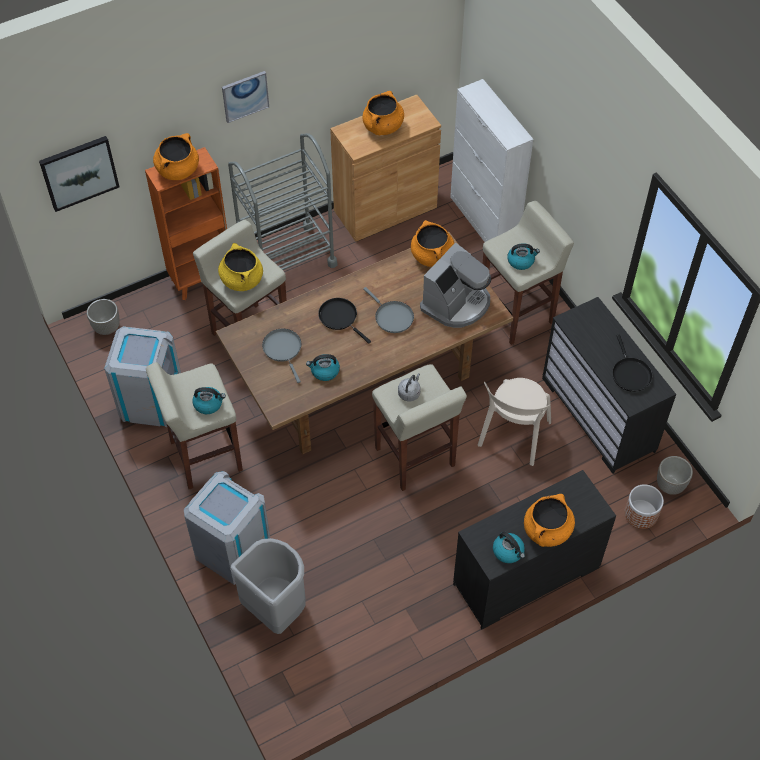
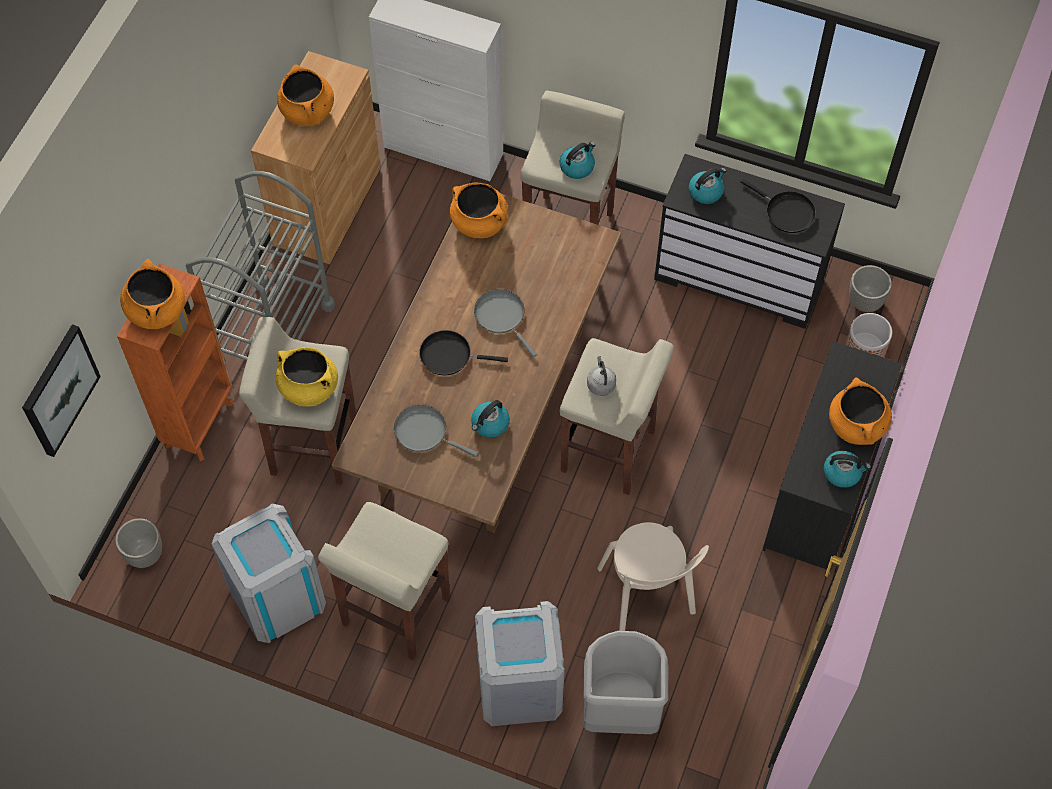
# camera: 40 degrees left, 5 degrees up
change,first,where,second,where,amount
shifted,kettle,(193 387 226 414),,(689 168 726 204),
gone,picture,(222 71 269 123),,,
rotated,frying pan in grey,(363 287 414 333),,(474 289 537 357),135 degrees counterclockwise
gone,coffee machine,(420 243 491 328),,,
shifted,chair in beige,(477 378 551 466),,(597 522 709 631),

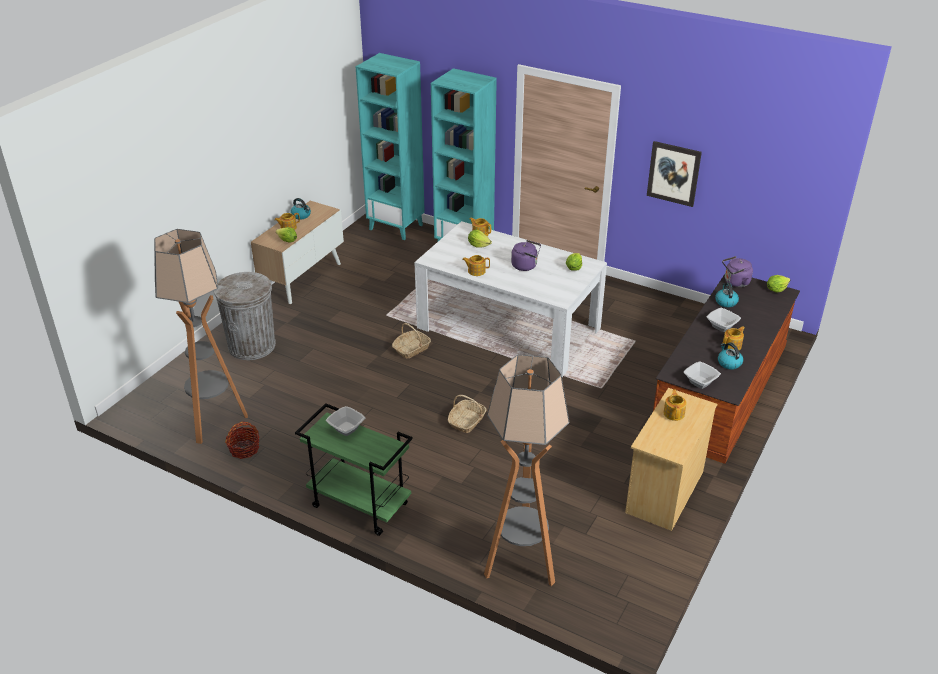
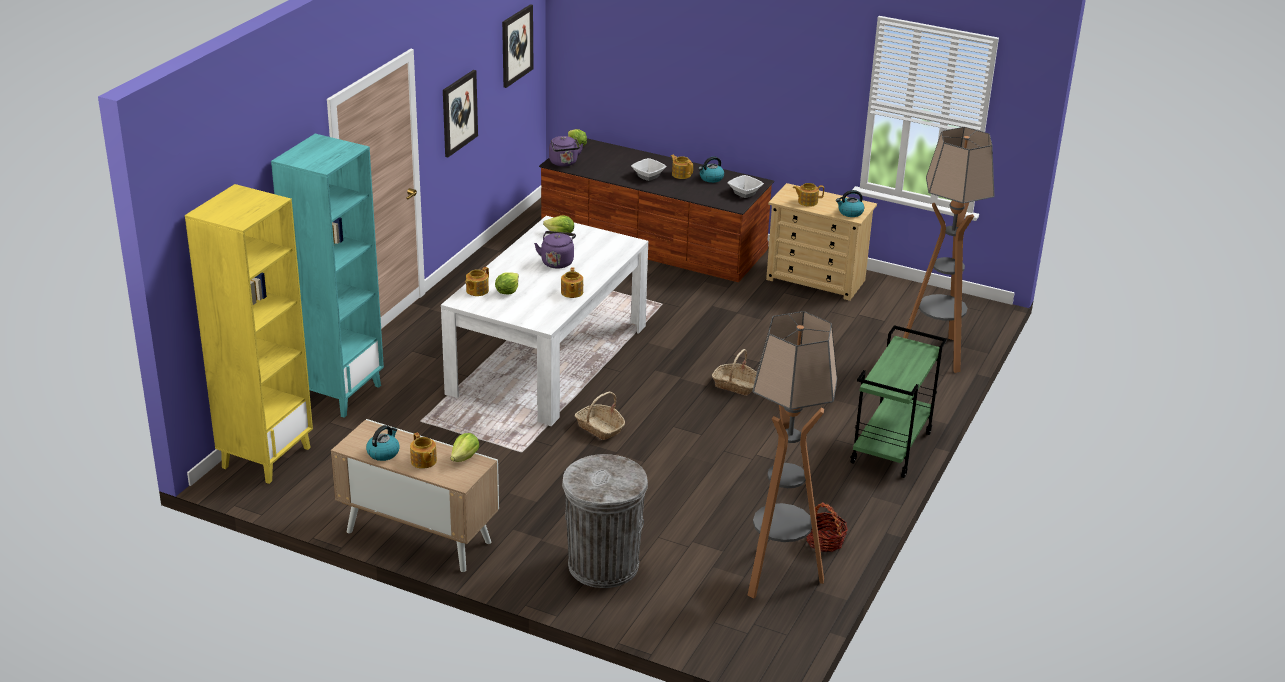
# camera: 95 degrees left, 5 degrees down
change,first,where,second,where,amount
gone,bowl,(326 406 365 436),,,
repainted,bookcase in turquoise,(356 53 425 240),bookcase in yellow,(185 184 313 484),
shifted,kettle,(715 282 739 307),,(836 190 864 217),
new,,,picture,(502 4 534 88),

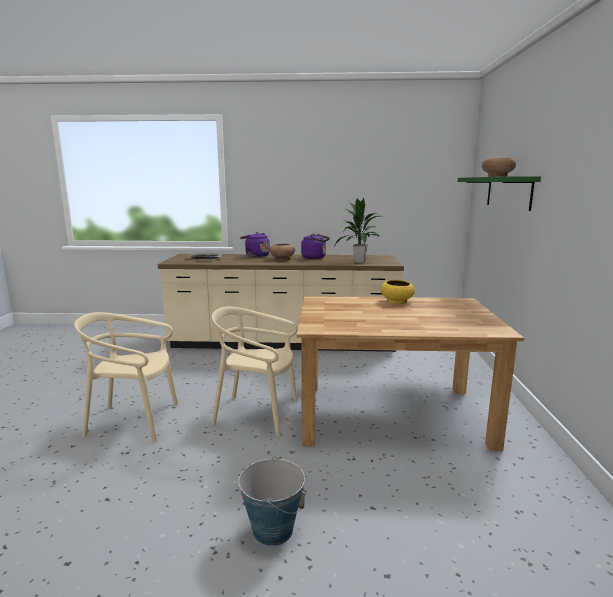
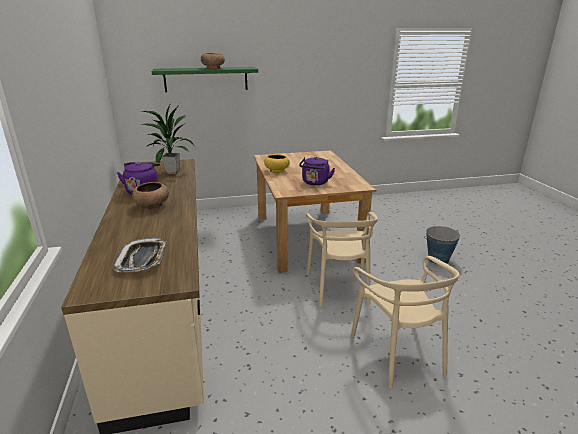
# camera: 105 degrees left, 10 degrees up
change,first,where,second,where,amount
shifted,kettle in purple,(240 232 270 257),,(299 157 335 185),

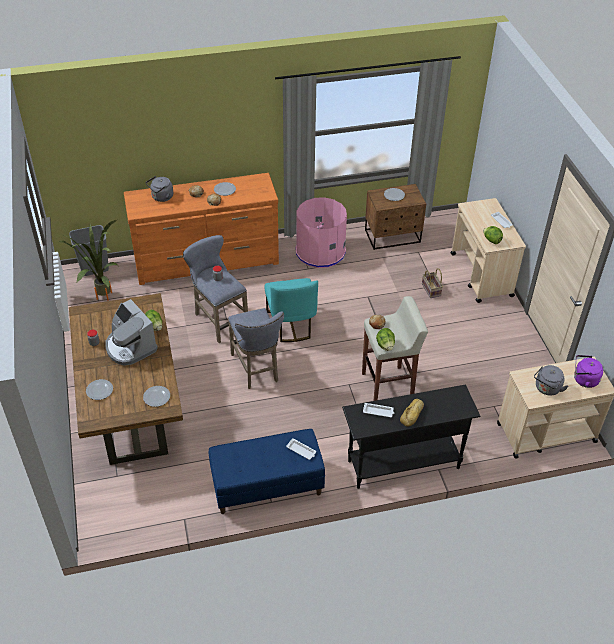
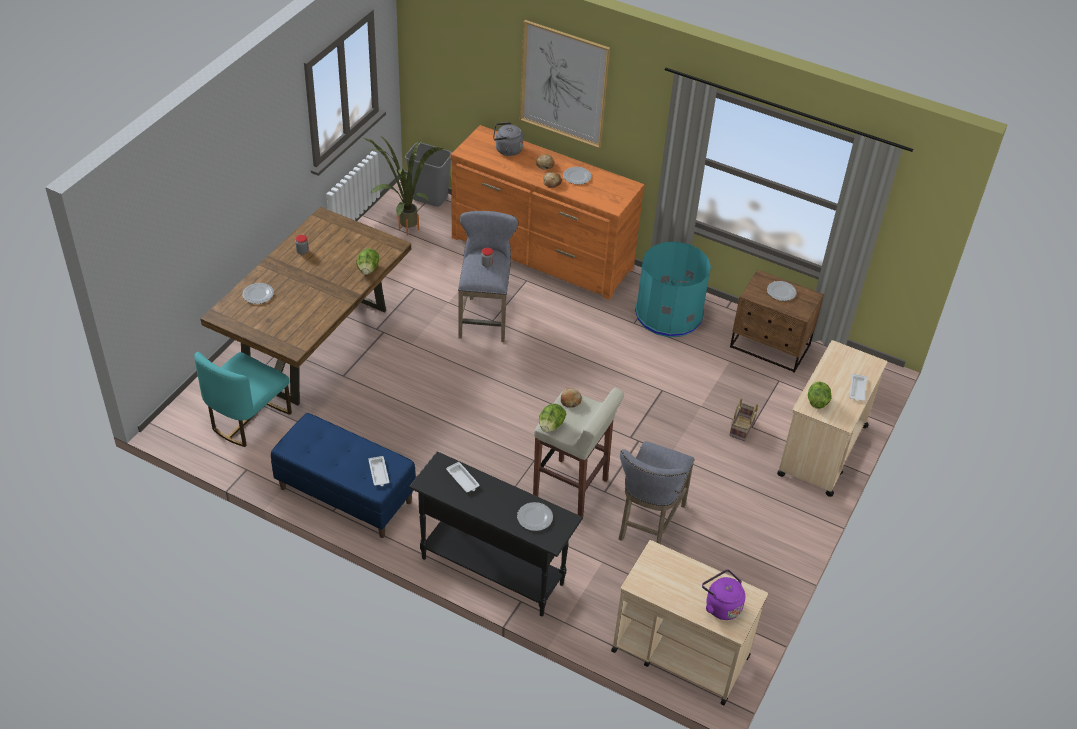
# camera: 40 degrees right, 0 degrees up
change,first,where,second,where,amount
gone,coffee machine,(105 299 158 366),,,
shifted,plate,(143 386 170 407),,(517 502 553 531),
shifted,stool in grey,(228 308 284 389),,(618 441 695 544),
shifted,chair in turquoise,(264 278 318 342),,(194 352 292 447),
repainted,trash can in pink,(295 197 347 268),trash can in turquoise,(635 242 711 337),
gone,bread,(400 399 424 427),,,
gone,kettle in grey,(534 365 568 396),,,
new,,,picture,(520 20 610 149),

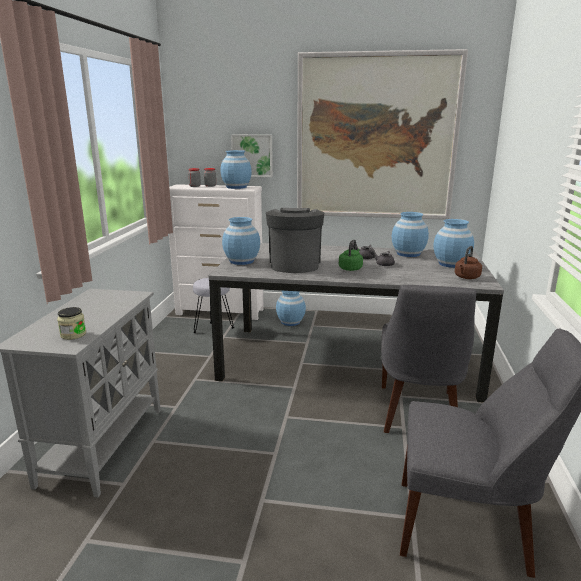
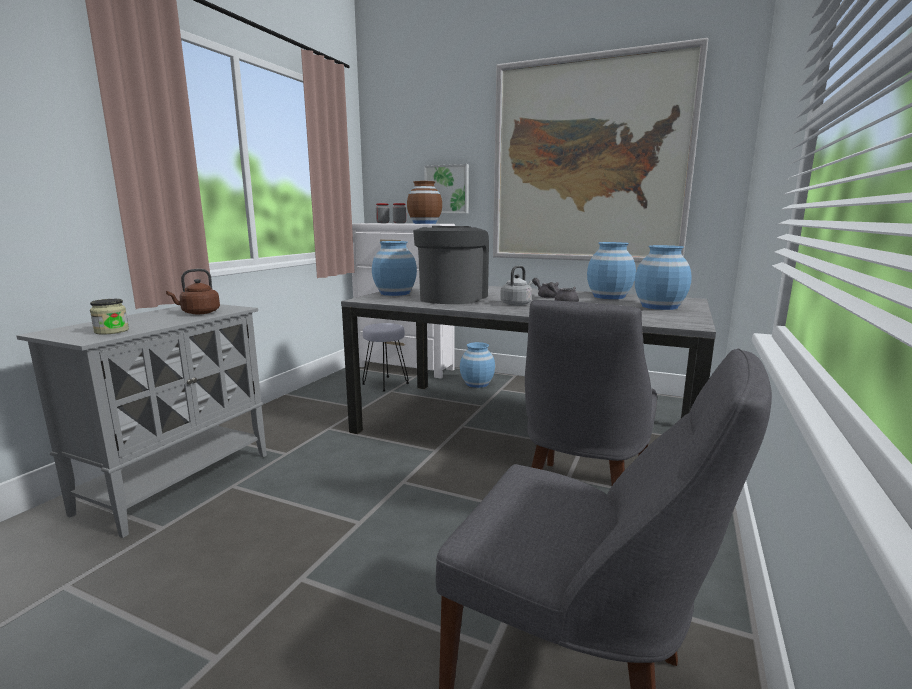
# camera: 15 degrees right, 5 degrees down
change,first,where,second,where,amount
repainted,vase in blue,(221 150 252 189),vase in brown,(407 181 442 224),
repainted,kettle in green,(339 240 363 271),kettle in grey,(500 266 533 306),
shifted,kettle in brown,(455 246 482 279),,(166 269 220 314),

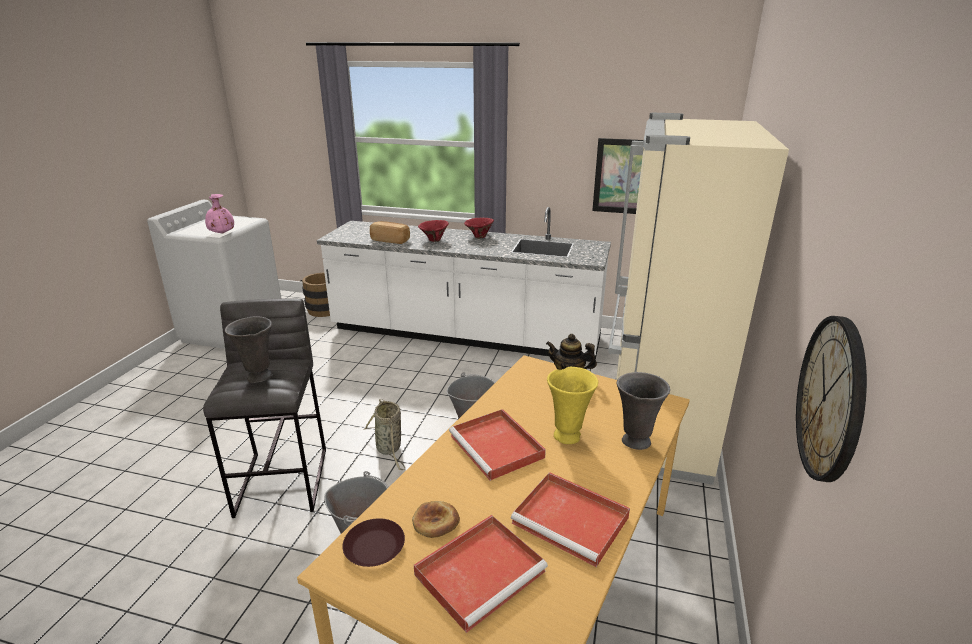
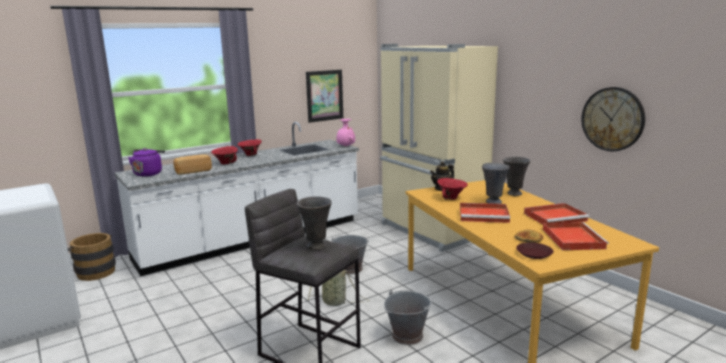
# camera: 50 degrees left, 10 degrees down
change,first,where,second,where,amount
shifted,vase in pink,(205 194 234 233),,(336 119 355 146),
repainted,vase in yellow,(547 367 598 444),vase in grey,(482 163 510 204),
new,,,kettle in purple,(128 148 165 177),
new,,,bowl in red,(437 178 468 200),

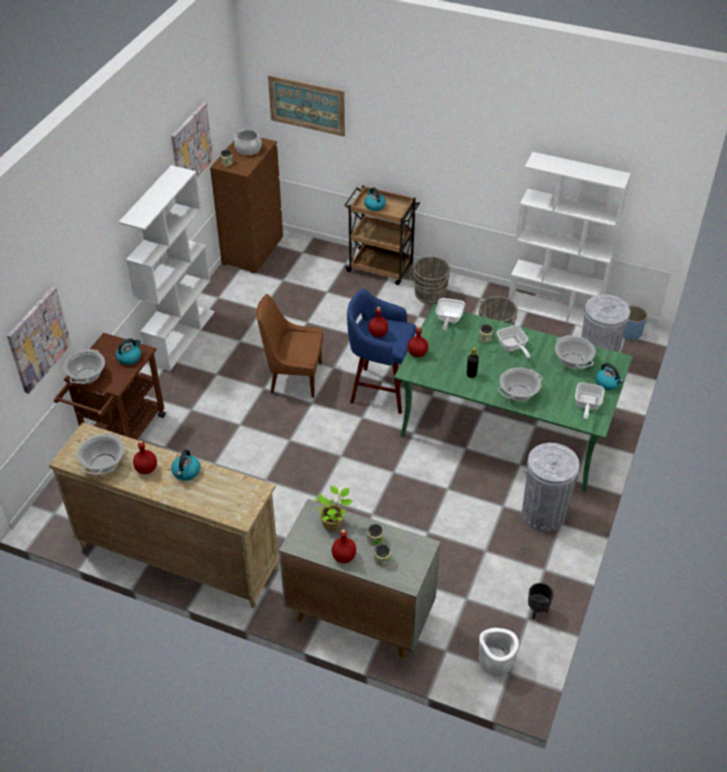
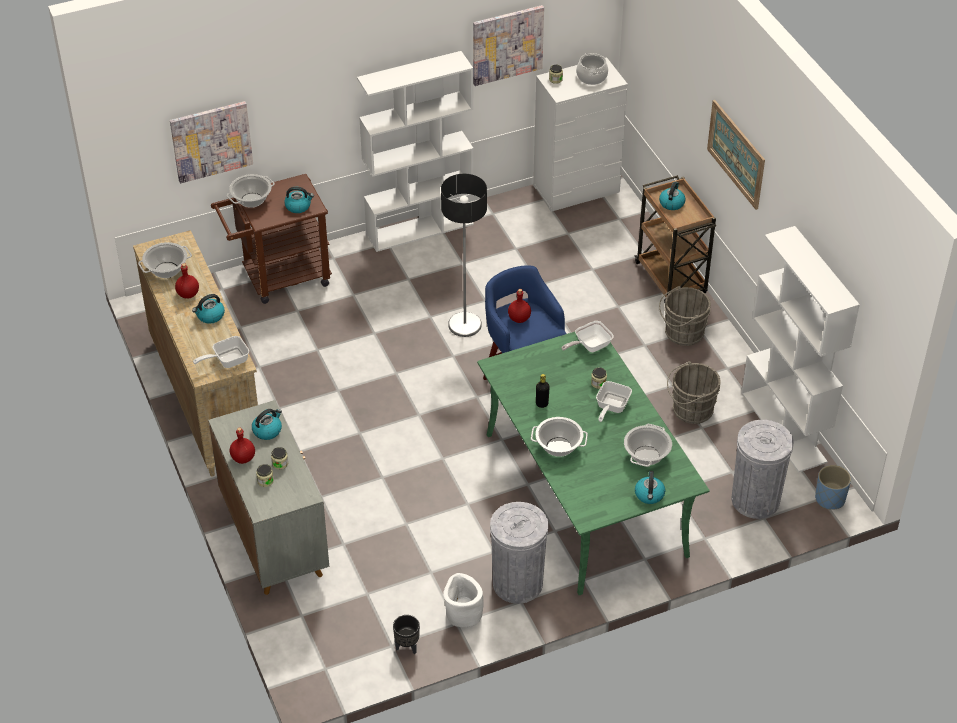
# camera: 45 degrees right, 0 degrees up
change,first,where,second,where,amount
repainted,dresser in brown,(210 138 283 274),dresser in white,(533 57 628 212),
swapped,chair in brown,(256 294 323 398),floor lamp,(441 174 487 337),
shifted,picture,(268 75 345 136),,(707 100 765 210),
swapped,potted plant,(315 486 353 531),kettle,(252 409 282 440),
gone,bottle in red,(407 326 428 357),,,
shifted,planter in white,(479 628 519 677),,(443 573 484 627),
shifted,frying pan,(575 382 605 419),,(193 336 249 368),

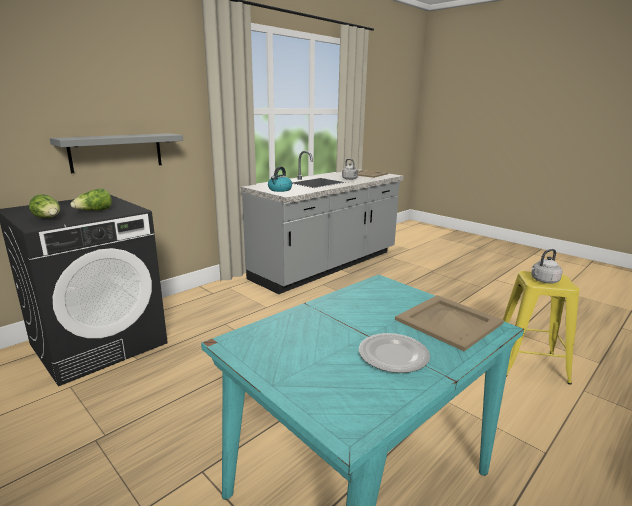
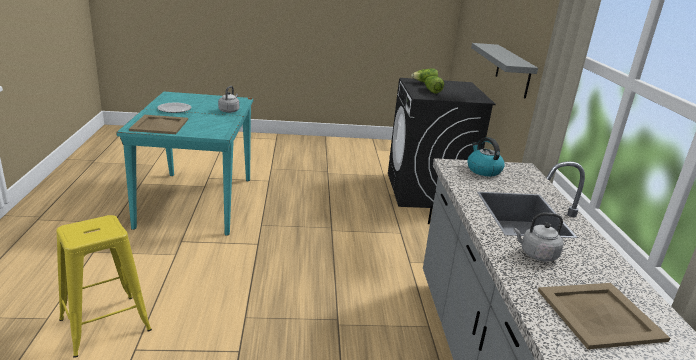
# camera: 130 degrees right, 5 degrees up
change,first,where,second,where,amount
shifted,kettle in grey,(531 249 563 283),,(218 86 239 113),

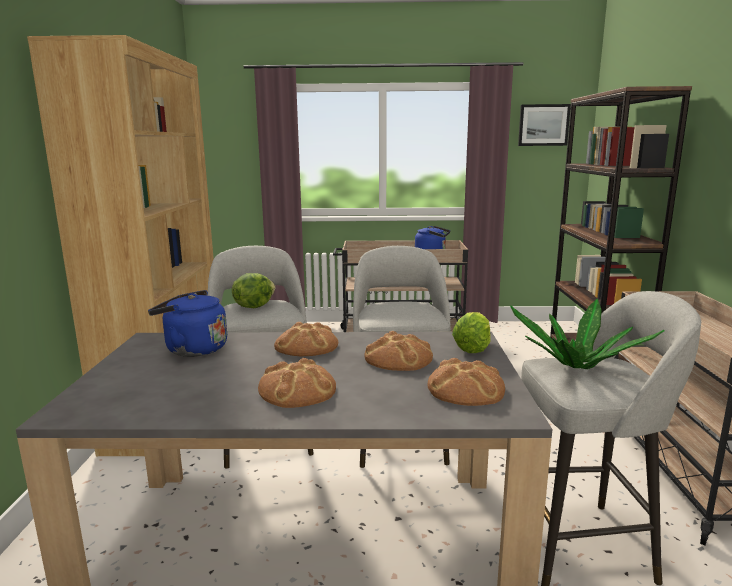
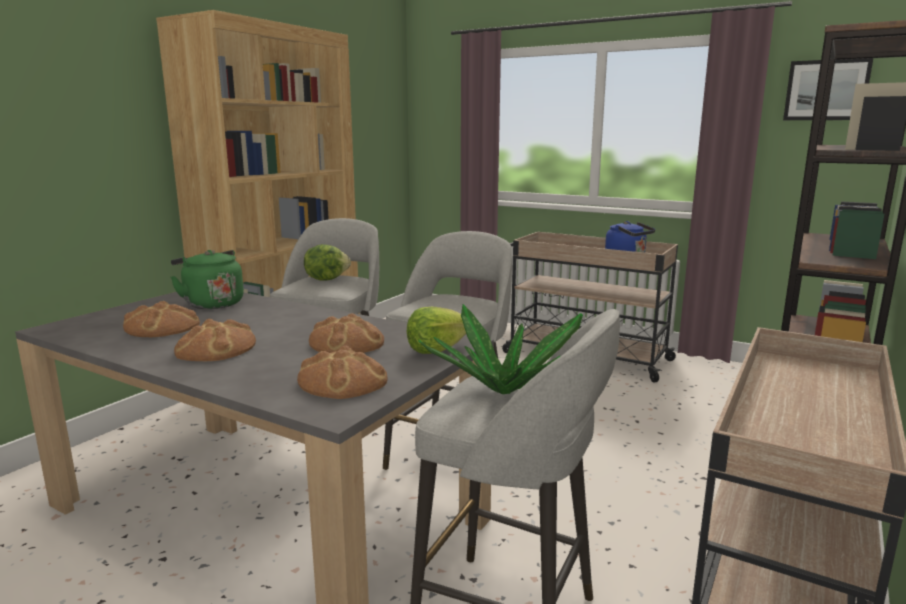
# camera: 30 degrees right, 0 degrees up
change,first,where,second,where,amount
repainted,kettle in blue,(148 290 227 357),kettle in green,(170 250 244 309),
shifted,bread,(274 322 338 356),,(123 301 200 337),

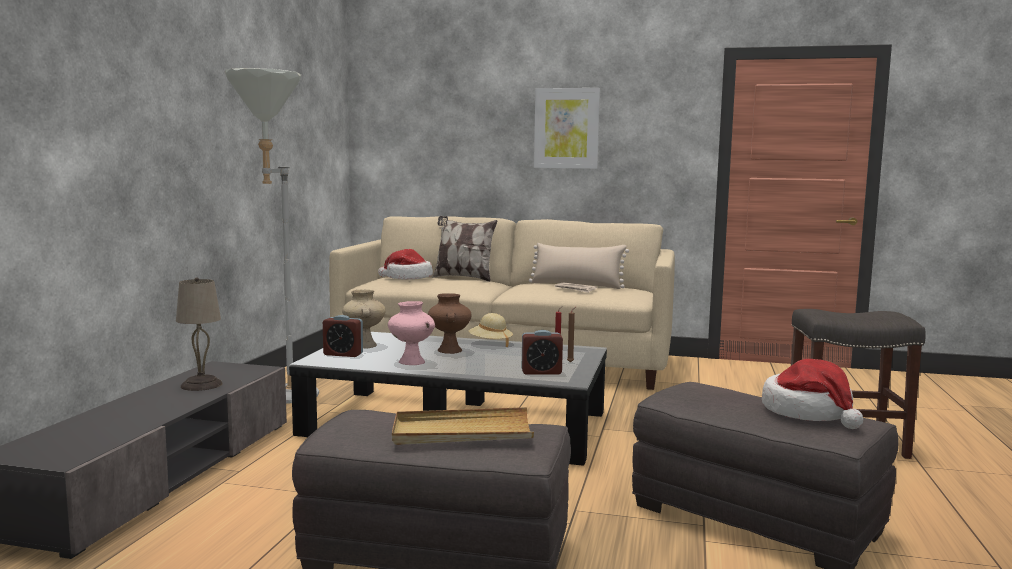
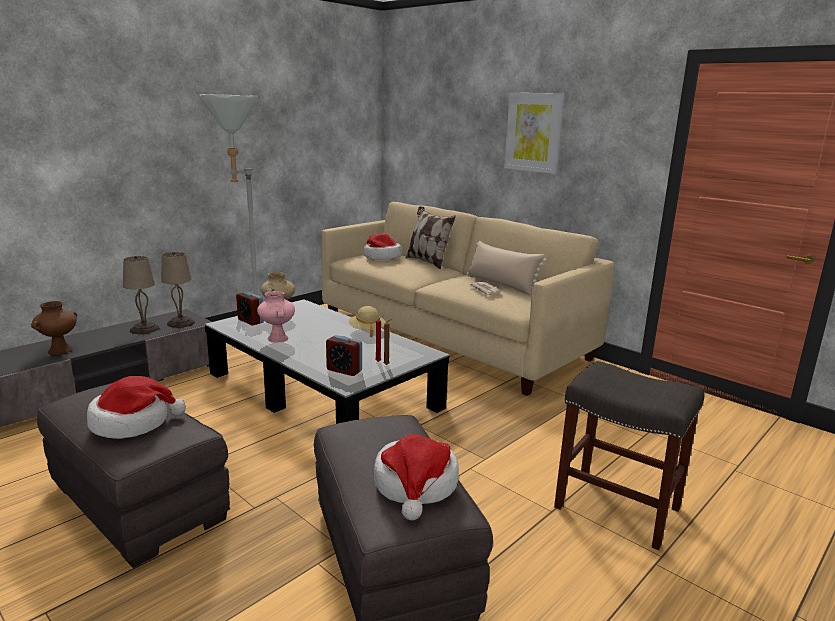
# camera: 30 degrees right, 10 degrees up
change,first,where,second,where,amount
swapped,tray in beige,(392 407 534 445),hat,(87 376 186 439),
shifted,vase in brown,(428 293 472 354),,(31 301 77 355),
new,,,table lamp in beige,(161 252 195 328),

